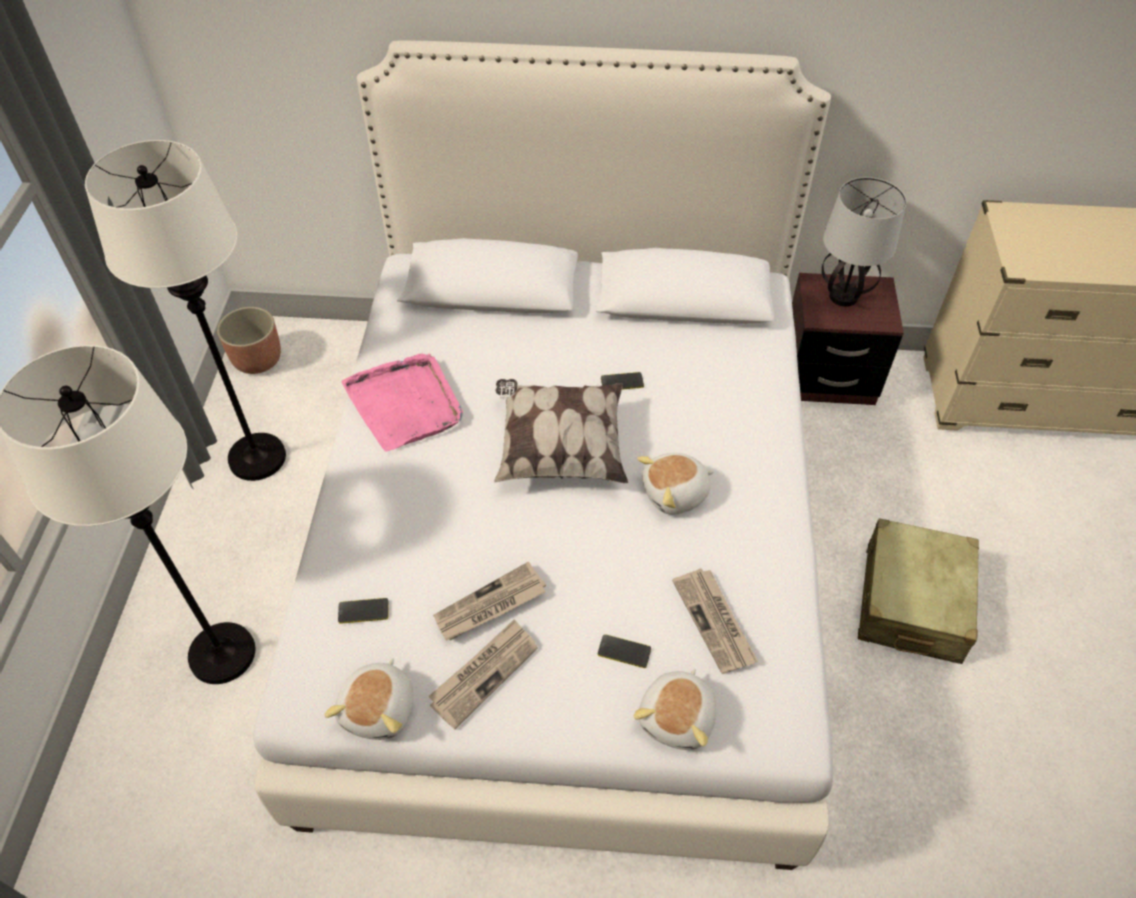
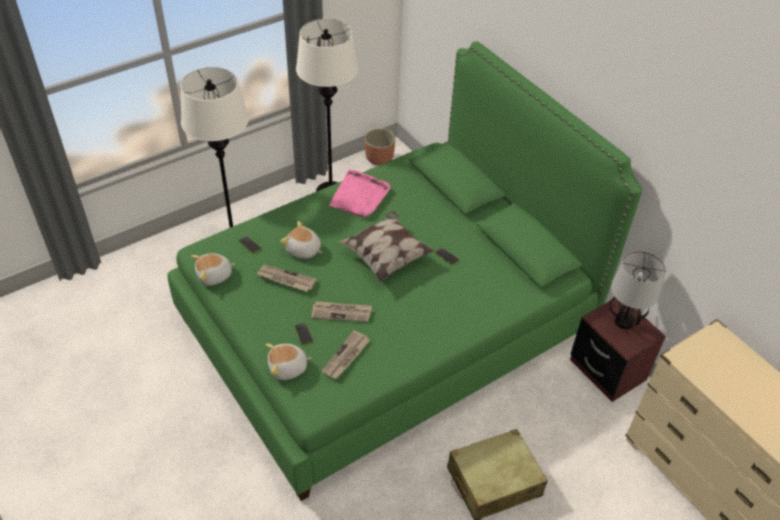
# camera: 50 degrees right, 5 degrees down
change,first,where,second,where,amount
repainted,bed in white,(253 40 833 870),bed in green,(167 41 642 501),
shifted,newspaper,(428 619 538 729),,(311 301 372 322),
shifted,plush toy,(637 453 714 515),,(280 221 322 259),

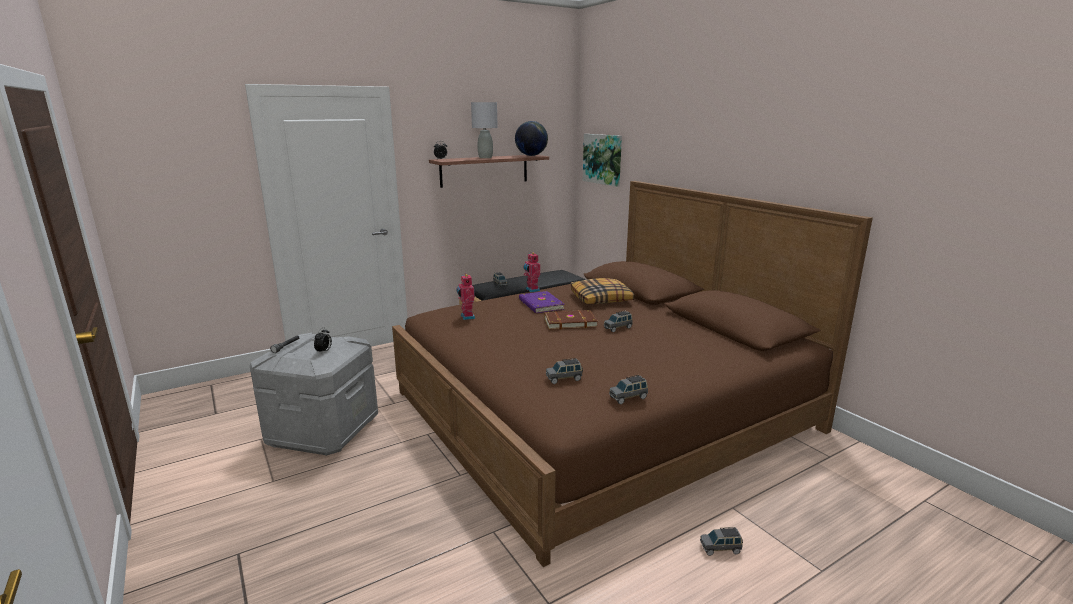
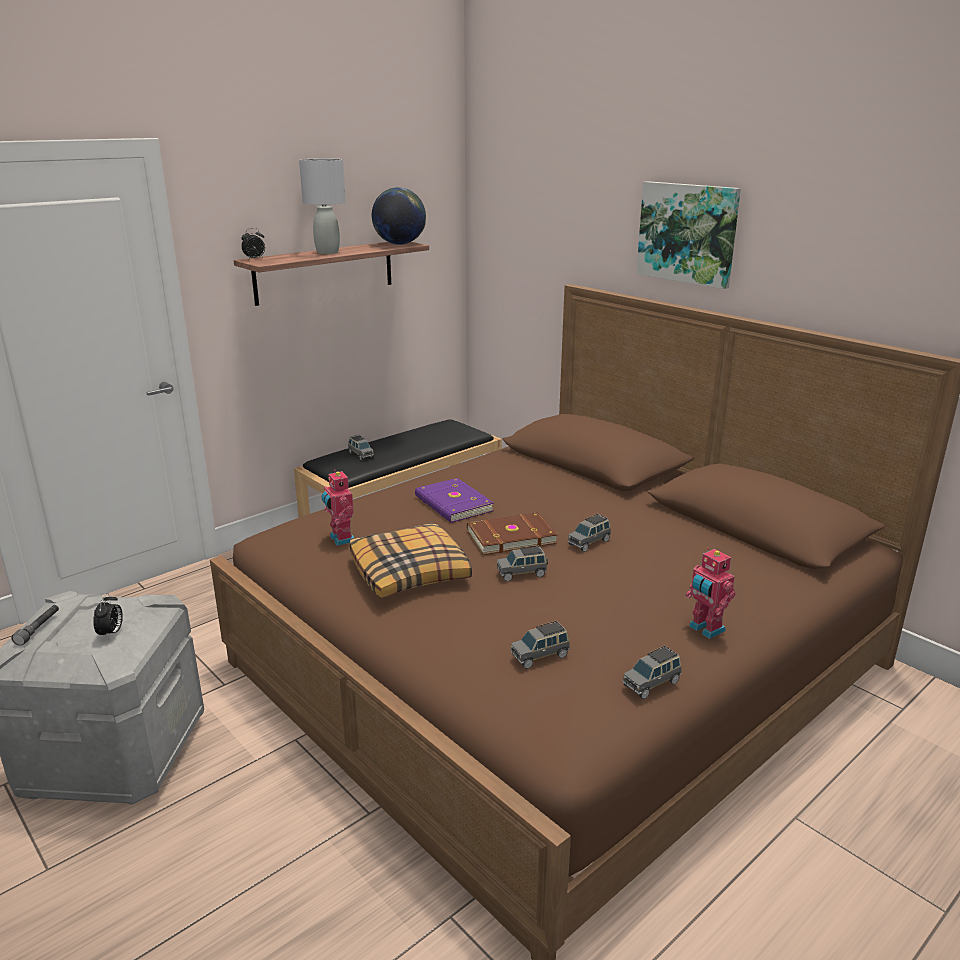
# camera: 10 degrees left, 5 degrees up
change,first,where,second,where,amount
shifted,toy robot,(524 253 540 292),,(686 548 736 639),
shifted,pillow,(571 278 634 304),,(350 522 472 598),
shifted,picture,(583 134 622 187),,(636 181 741 289),
shifted,toy car in grey,(700 527 743 556),,(497 545 548 581),

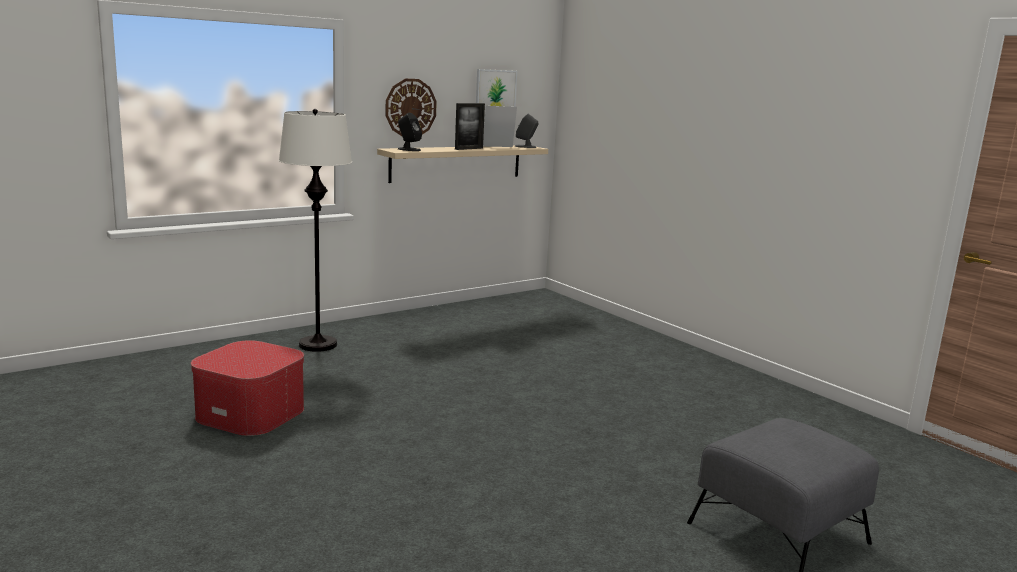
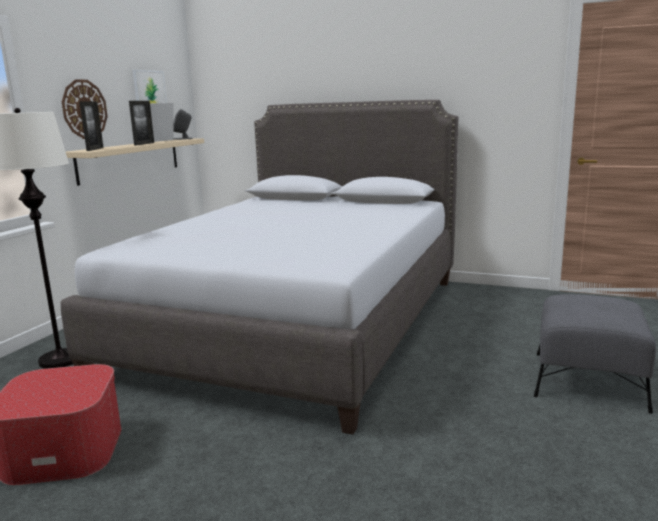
# camera: 30 degrees left, 0 degrees up
change,first,where,second,where,amount
swapped,speaker in black,(398 113 422 151),picture frame,(80 101 104 151),
new,,,bed in grey,(61 100 459 435),

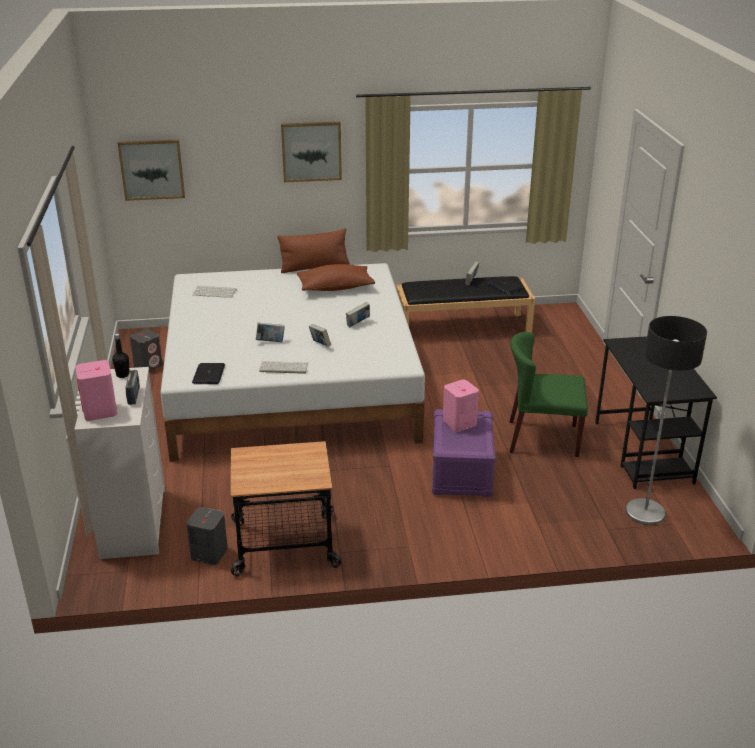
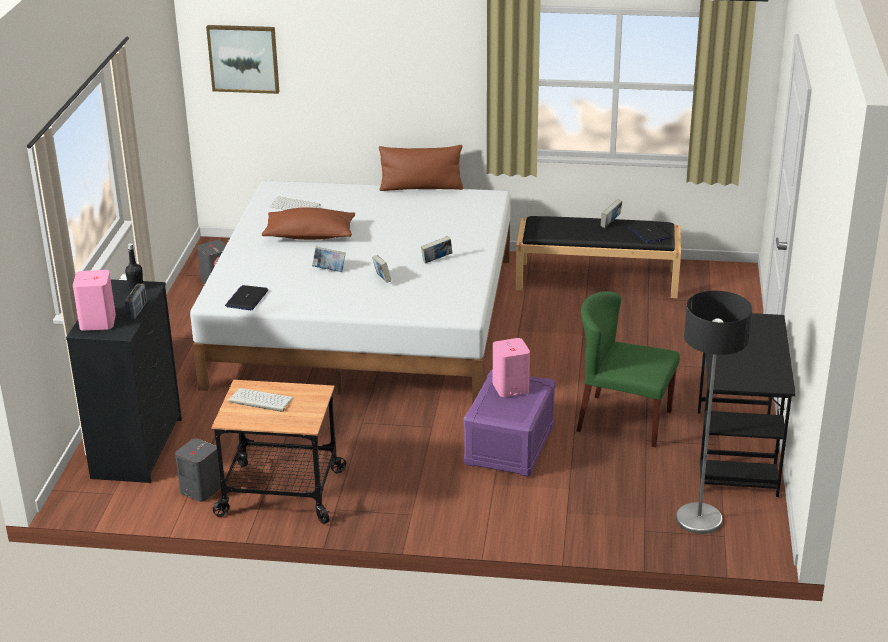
# camera: 15 degrees right, 0 degrees up
change,first,where,second,where,amount
repainted,dresser in white,(74 367 165 559),dresser in black,(66 279 182 483),
shifted,keyboard,(259 361 308 374),,(229 388 293 412),
gone,picture,(281 122 342 182),,,
shifted,pillow in brown,(297 264 375 291),,(262 207 355 240),

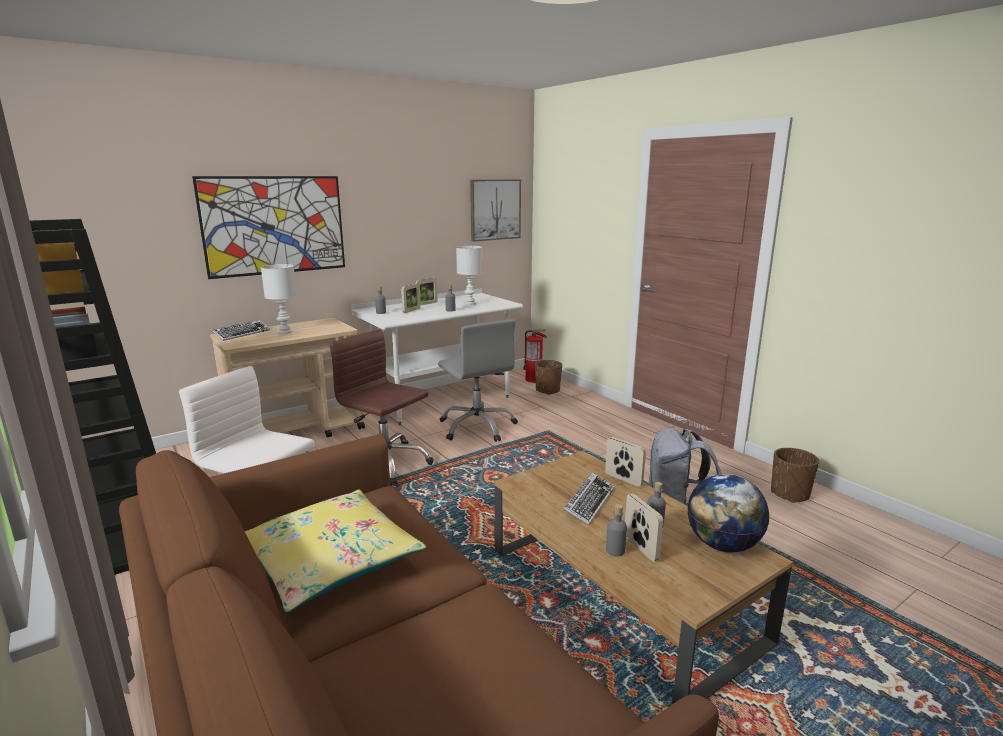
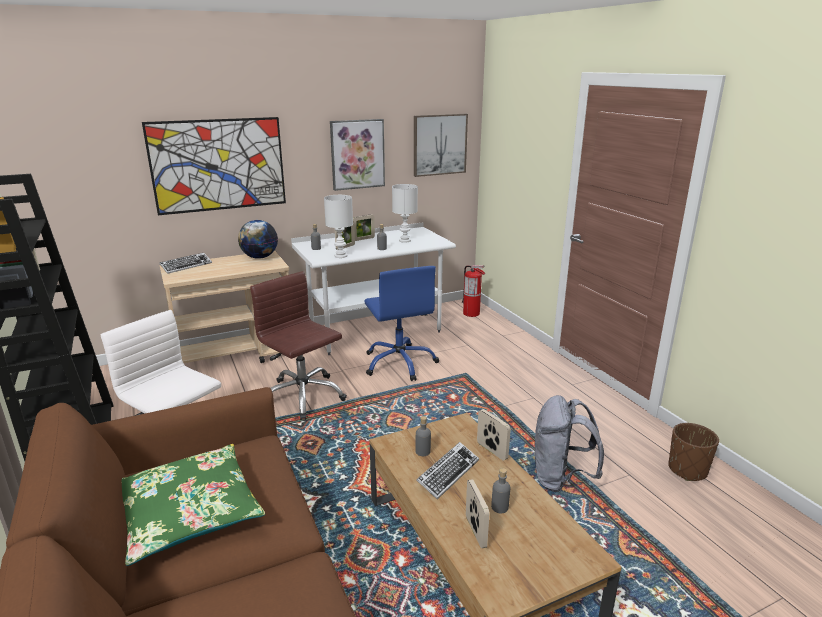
# camera: 10 degrees right, 5 degrees up
change,first,where,second,where,amount
repainted,pillow in yellow,(245 489 426 613),pillow in green,(122 444 265 566),
shifted,table lamp in white,(261 264 297 334),,(324 195 353 258),
repainted,office chair in grey,(438 319 518 442),office chair in blue,(364 266 439 381),
gone,planter in brown,(535 360 562 395),,,
shifted,bottle in grey,(606 504 627 556),,(415 416 431 456),
shifted,globe,(687 474 769 553),,(238 220 278 259),
new,,,picture,(330 119 385 191),

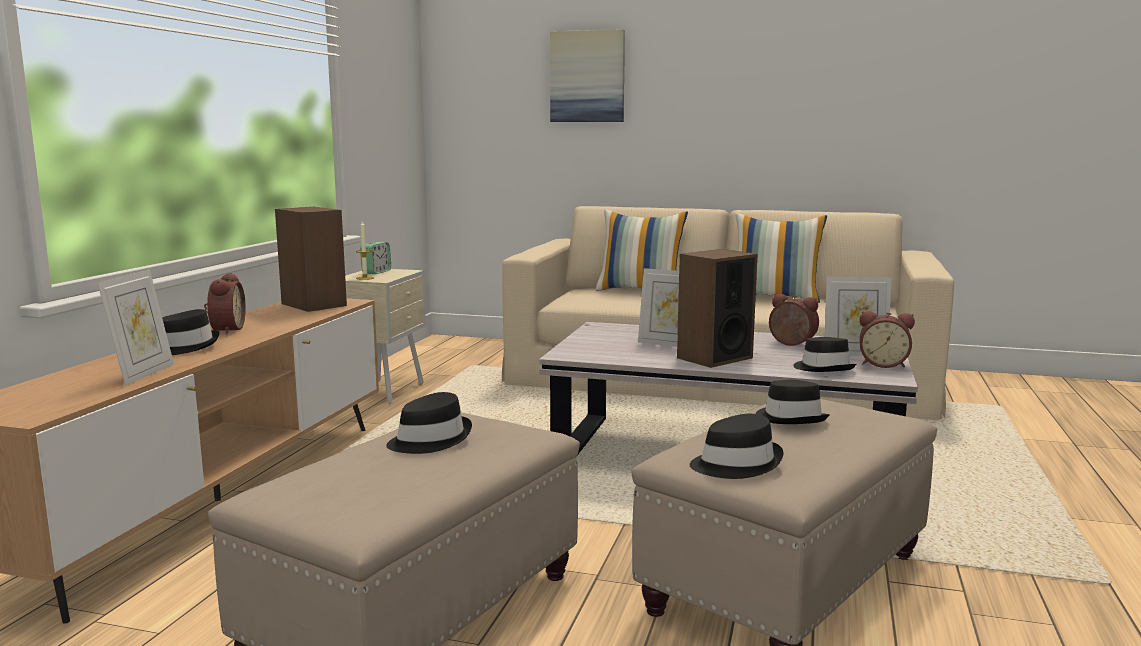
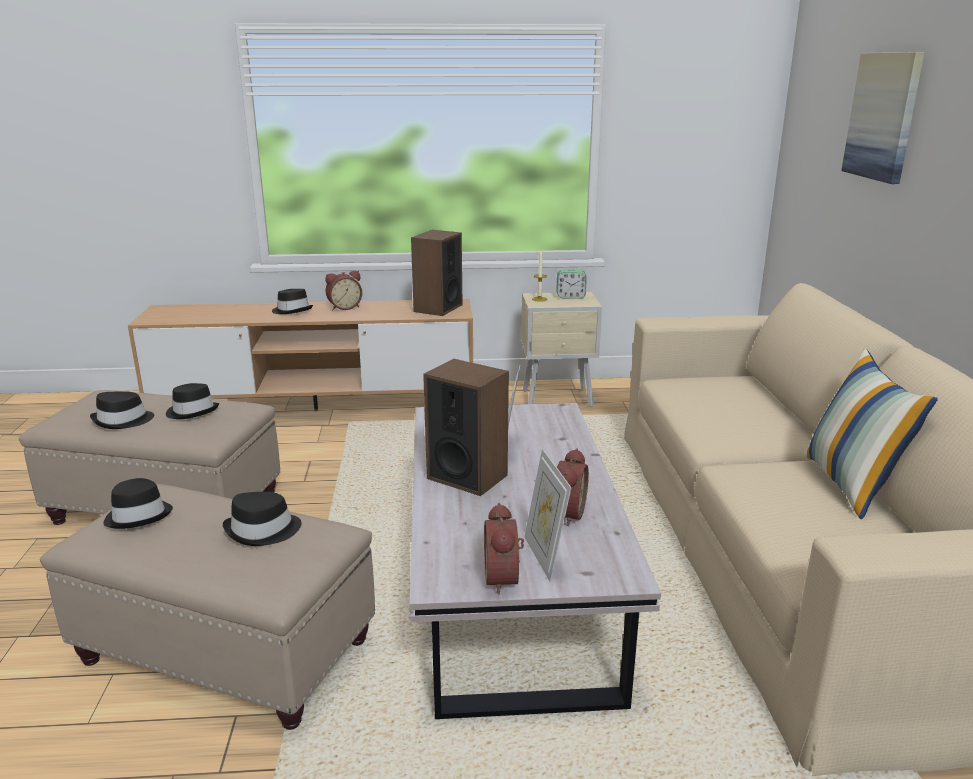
# camera: 70 degrees right, 10 degrees up
change,first,where,second,where,amount
gone,picture frame,(97 270 174 386),,,
gone,pillow,(595 209 688 291),,,
shifted,hat in black,(793 337 856 372),,(90 391 154 429),

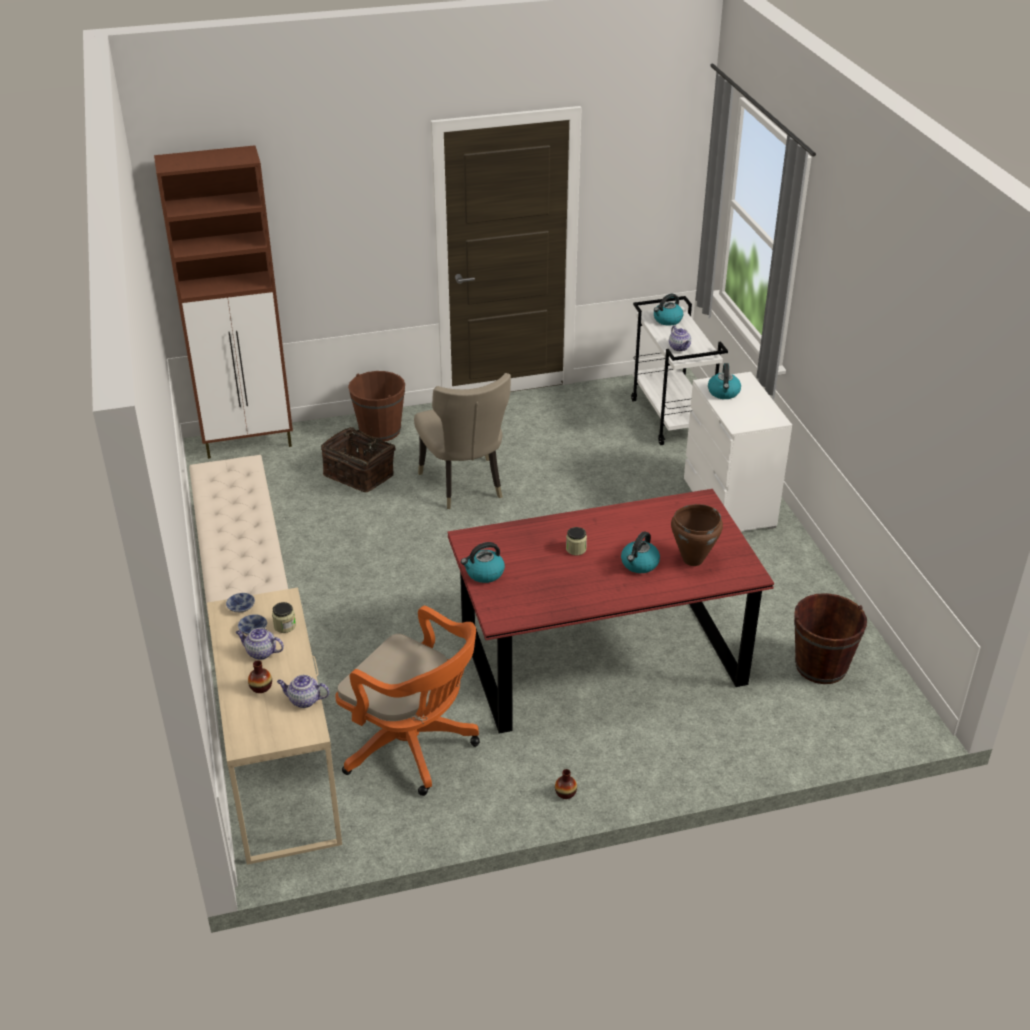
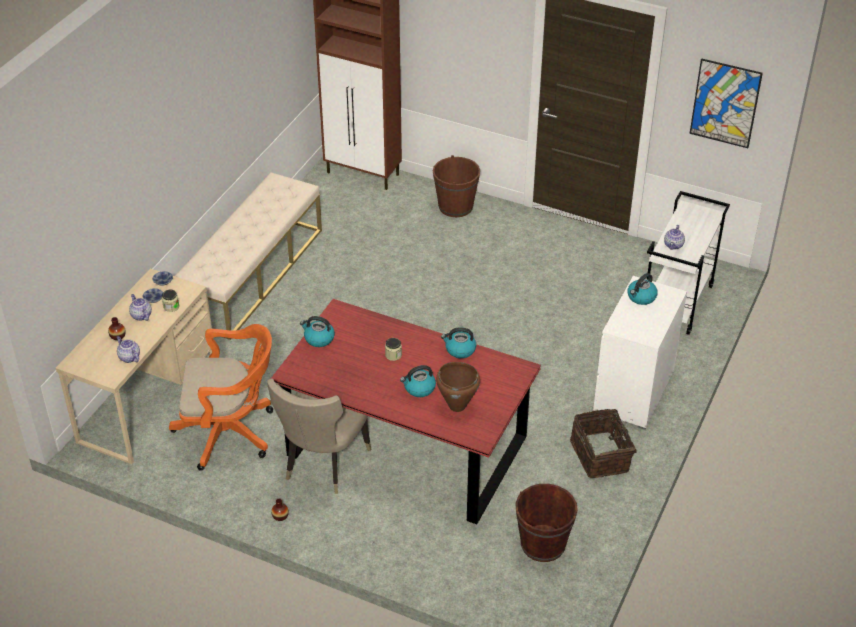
# camera: 40 degrees right, 5 degrees up
change,first,where,second,where,amount
shifted,basket,(321 425 395 492),,(570 408 637 478),
rotated,office chair in orange,(336 606 480 796),,(169 324 273 471),75 degrees counterclockwise
shifted,chair in beige,(414 373 511 509),,(267 378 371 494),
shifted,kettle,(654 294 683 326),,(441 327 476 358),
new,,,picture,(689 58 763 148),

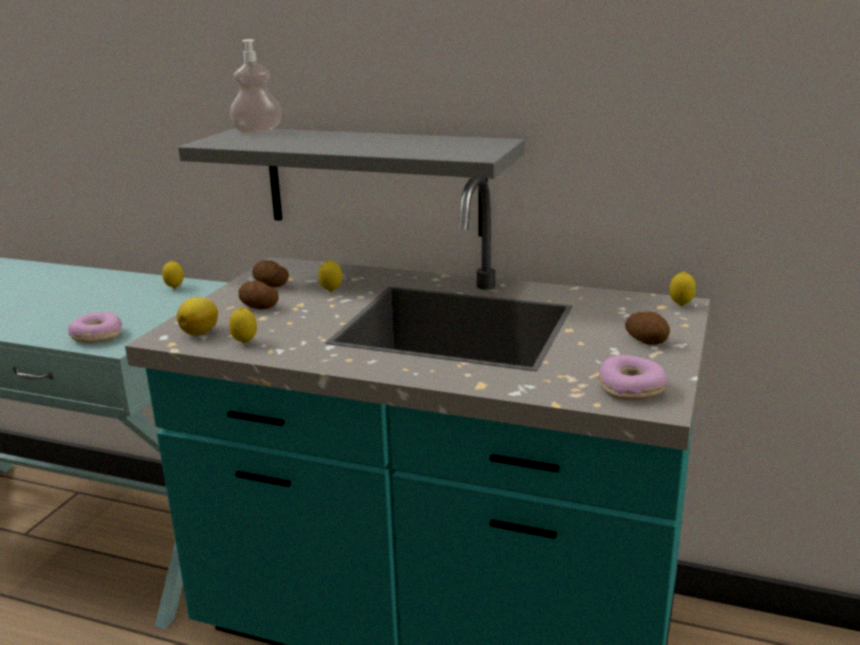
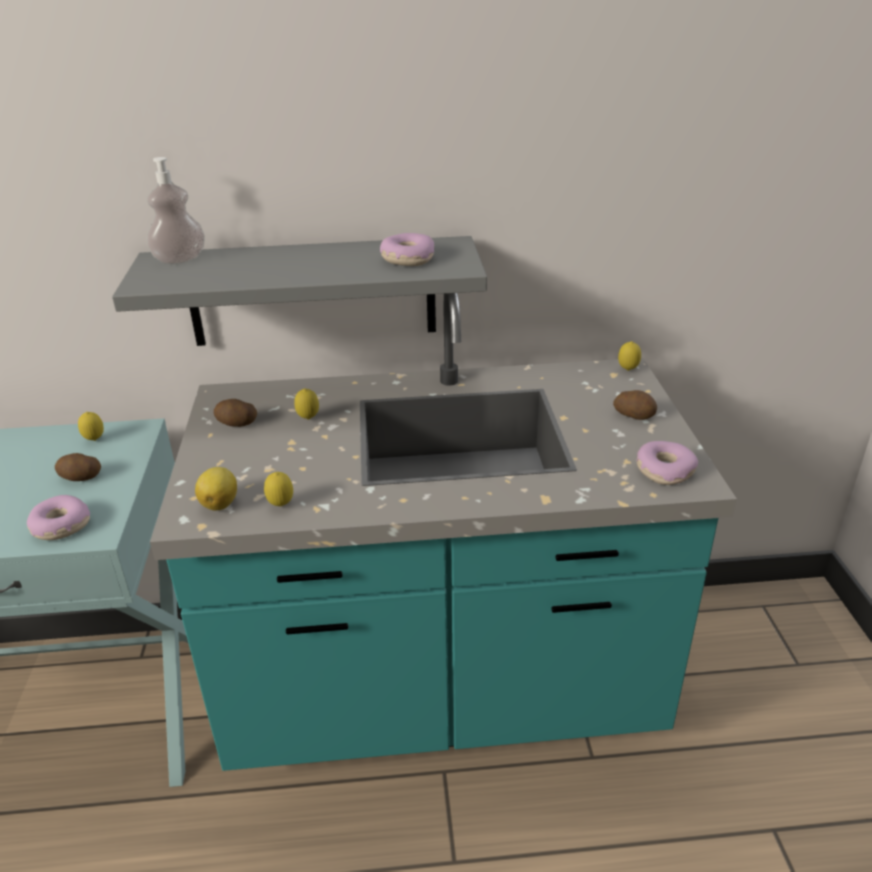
# camera: 25 degrees left, 10 degrees up
change,first,where,second,where,amount
shifted,potato,(238 281 278 309),,(55 453 101 481),
new,,,donut,(380 233 434 266),

